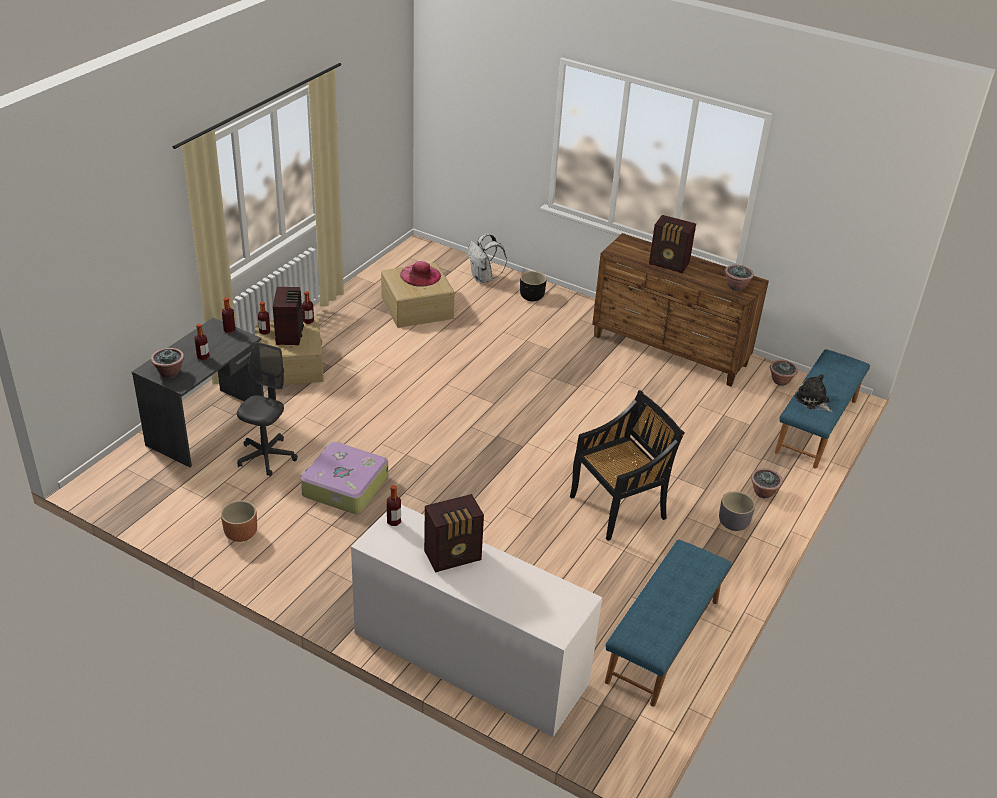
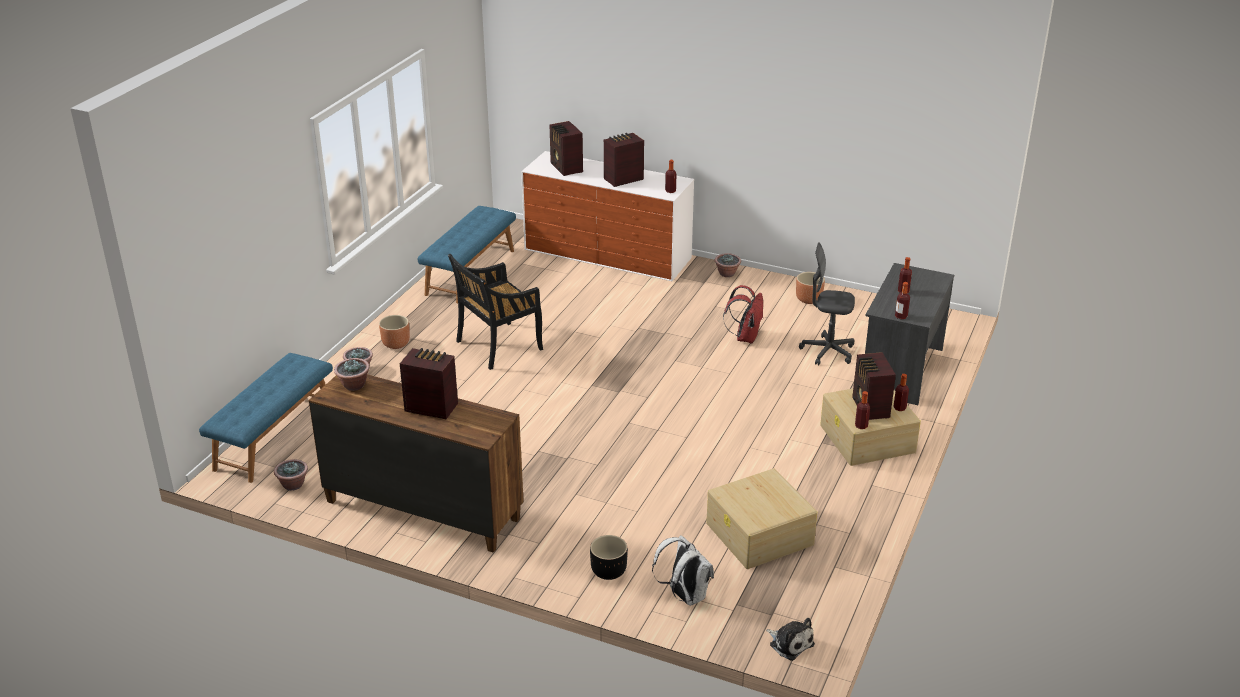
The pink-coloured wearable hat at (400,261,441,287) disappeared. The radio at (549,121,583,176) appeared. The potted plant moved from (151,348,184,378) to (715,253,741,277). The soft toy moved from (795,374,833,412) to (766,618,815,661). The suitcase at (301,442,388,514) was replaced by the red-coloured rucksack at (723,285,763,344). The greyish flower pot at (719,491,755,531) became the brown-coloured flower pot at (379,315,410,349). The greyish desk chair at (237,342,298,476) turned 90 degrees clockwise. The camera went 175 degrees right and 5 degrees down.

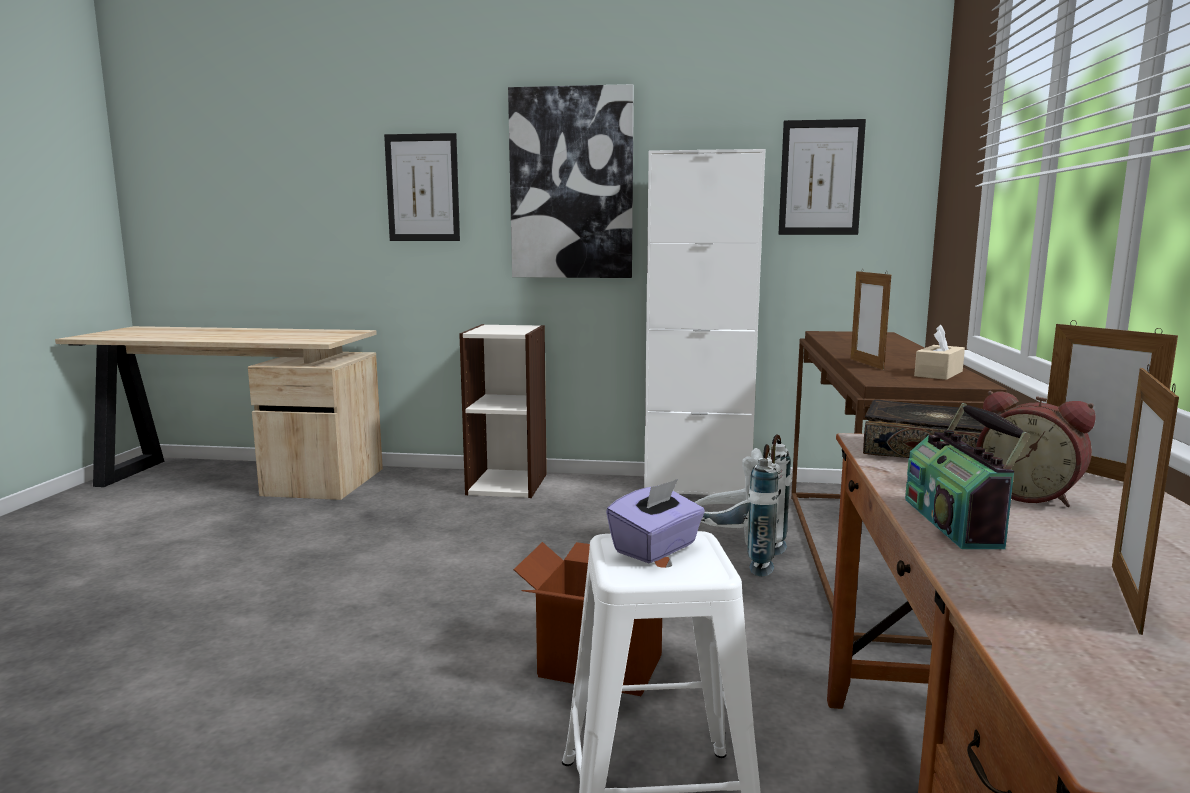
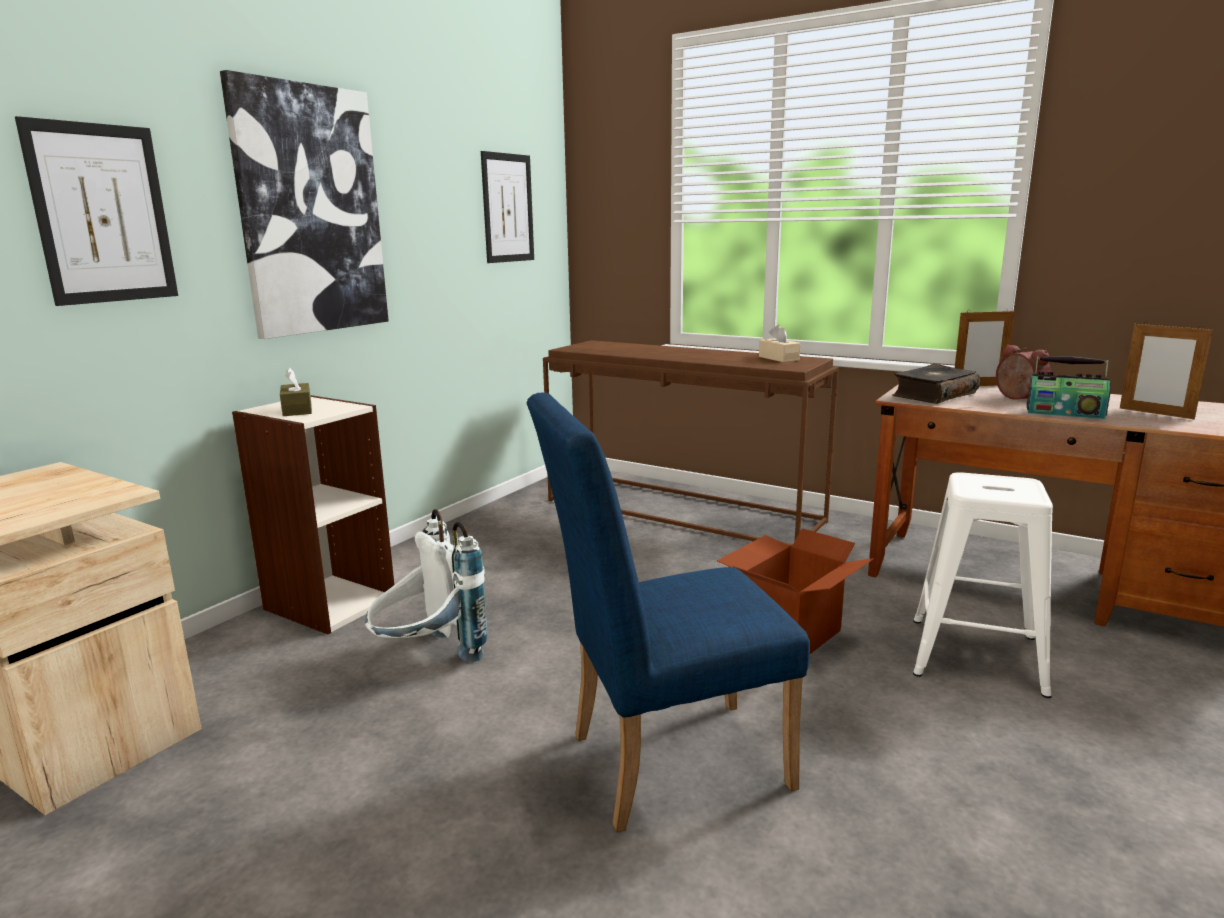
The purplish tissue holder at (606,479,705,563) disappeared. The white-coloured storage cabinet at (644,149,765,495) disappeared. The photo frame at (851,269,891,370) disappeared. The brown-coloured tissue holder at (280,367,312,416) appeared. The blue-coloured upright chair at (527,393,810,833) appeared. The white-coloured rucksack moved from (694,434,791,577) to (365,509,488,662). The alarm clock at (976,391,1096,507) turned 90 degrees counterclockwise. The camera went 65 degrees left and 5 degrees up.

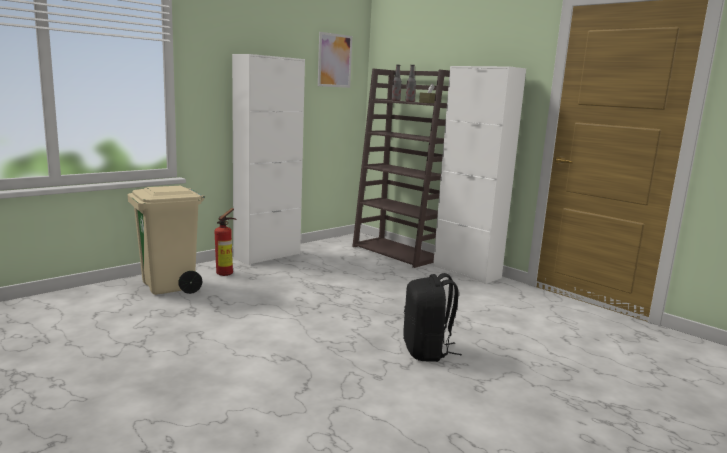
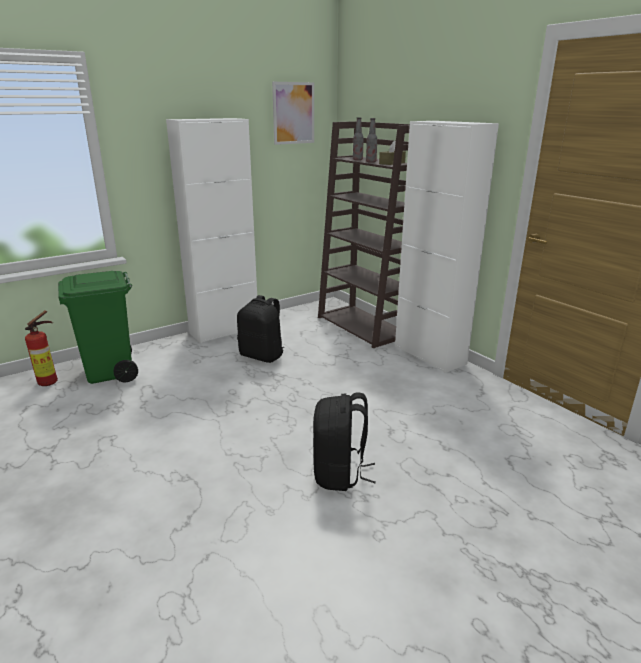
The blackish rucksack at (237,295,284,363) appeared. The fire-fighting cylinder moved from (214,208,237,276) to (25,310,58,386). The sand-coloured waste bin at (127,186,205,295) became the greenish waste bin at (58,271,138,384). The camera went 10 degrees right and 10 degrees up.

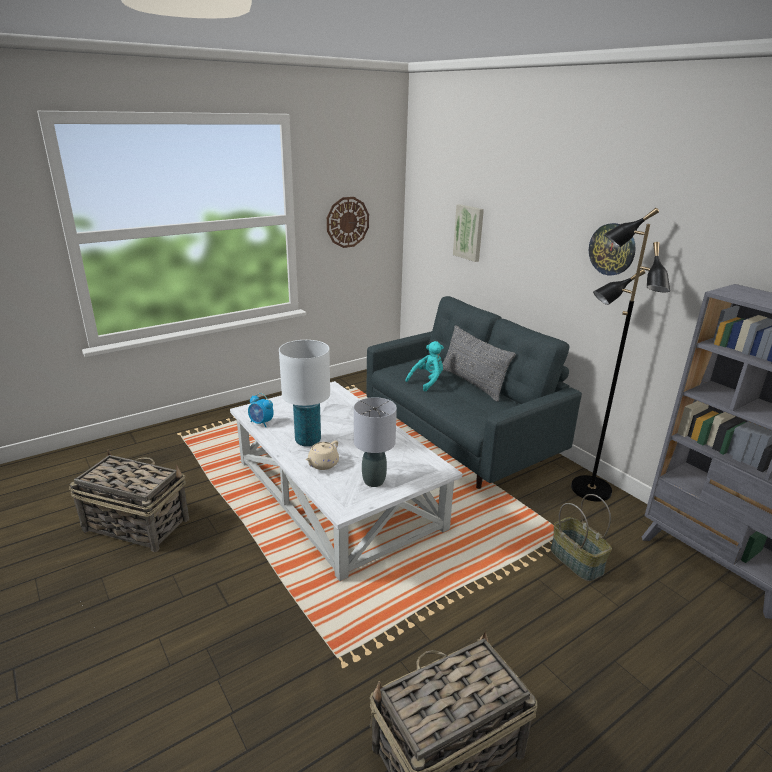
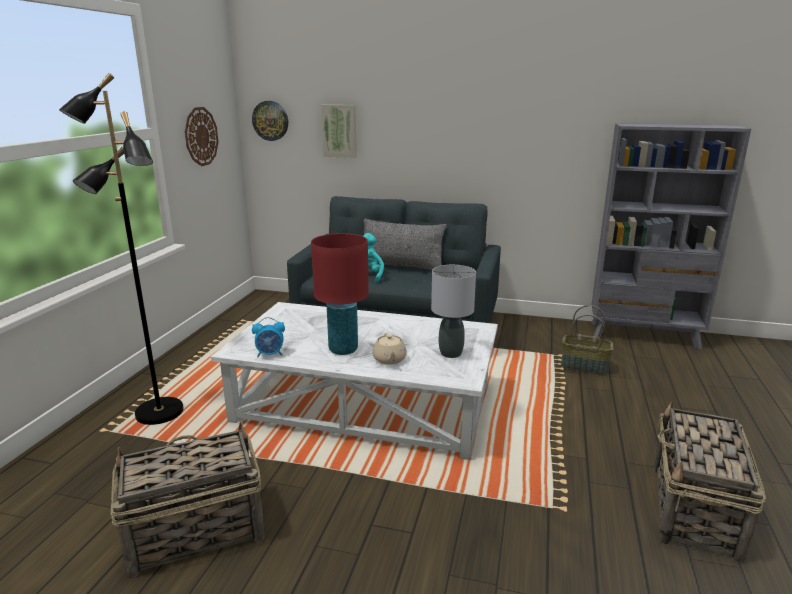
The blackish floor lamp moved from (571,208,670,502) to (59,73,183,425). The clock on the wall moved from (589,223,636,275) to (252,101,288,141). The white-coloured lamp for a table at (279,340,330,447) became the red-coloured lamp for a table at (311,233,369,355). The camera went 40 degrees left and 5 degrees down.

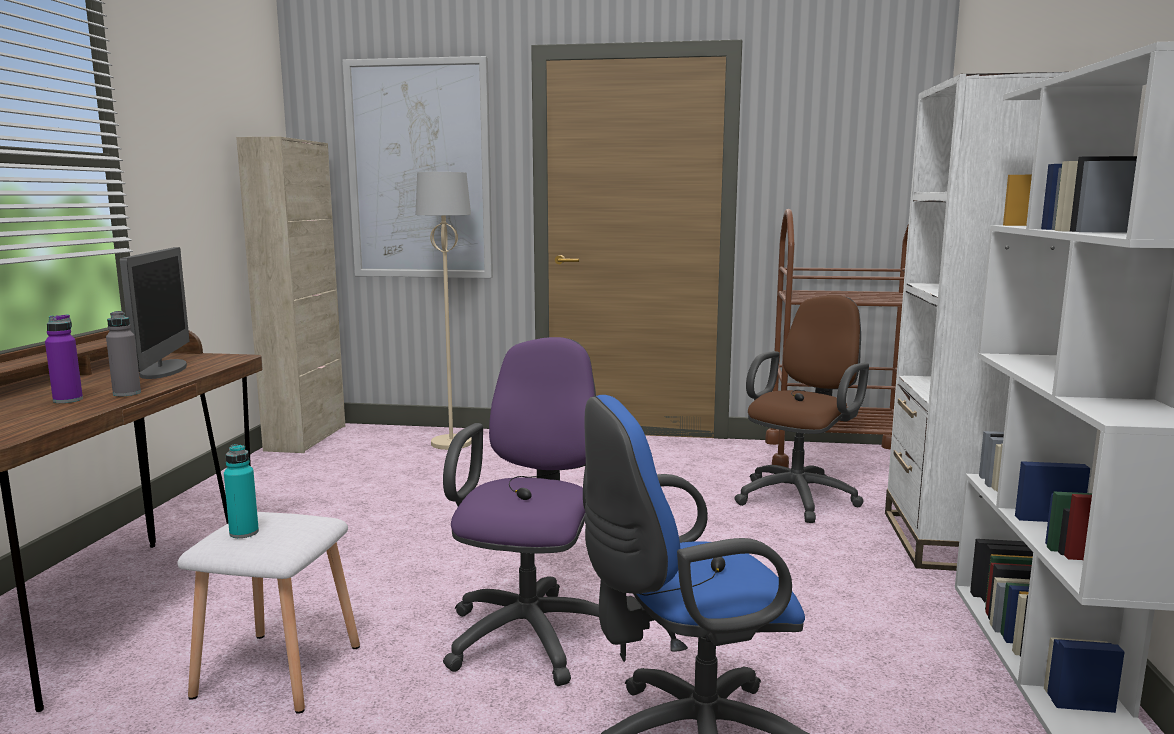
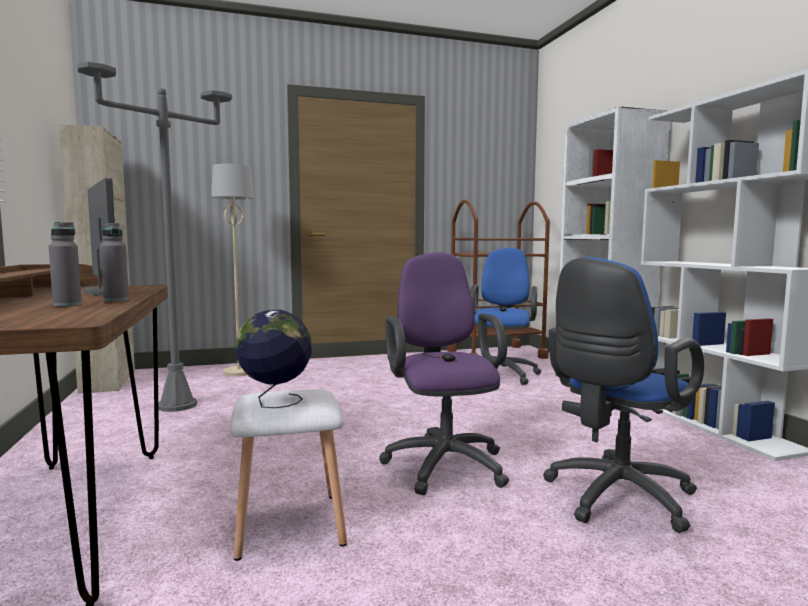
The wall picture at (342,56,493,278) disappeared. The greyish floor lamp at (78,62,232,412) appeared. The turquoise drink bottle at (224,444,259,538) was replaced by the globe at (235,310,312,408). The purplish drink bottle at (45,314,83,403) became the greyish drink bottle at (48,222,82,306). The brown-coloured desk chair at (734,295,869,523) became the blue-coloured desk chair at (470,248,541,385). The camera went 25 degrees left and 5 degrees down.

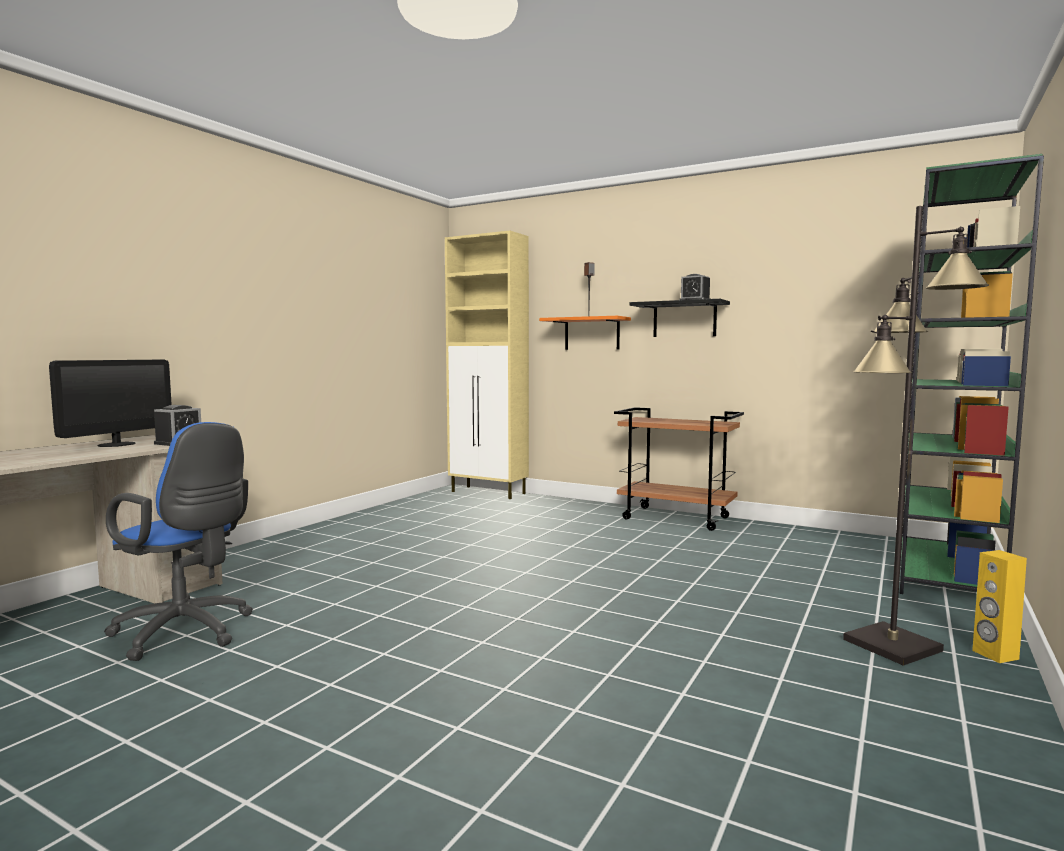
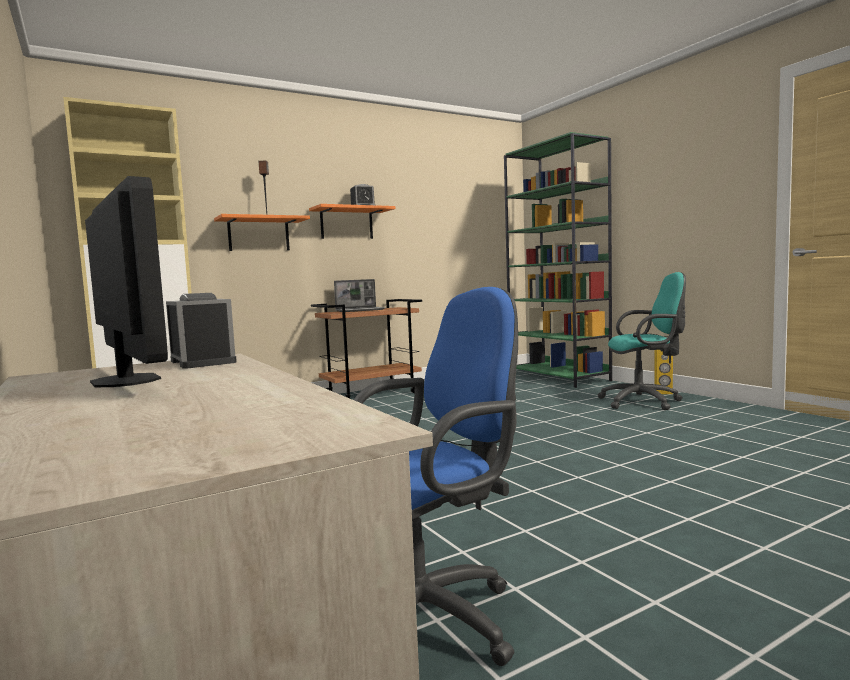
The laptop at (334,279,385,312) appeared. The blackish floor lamp at (843,206,989,666) was replaced by the turquoise desk chair at (597,272,686,410). The blackish wall shelf at (630,299,730,337) became the orangey wall shelf at (309,204,395,239). The camera went 60 degrees left and 0 degrees up.

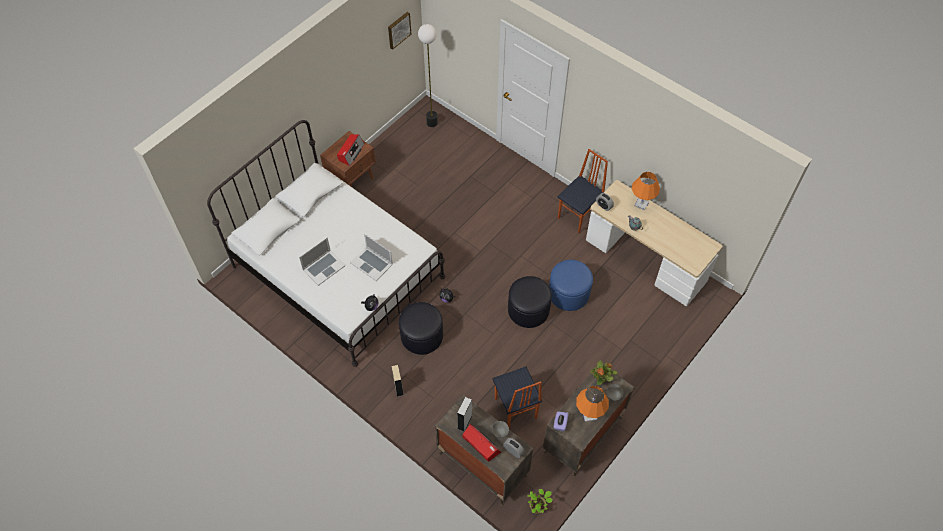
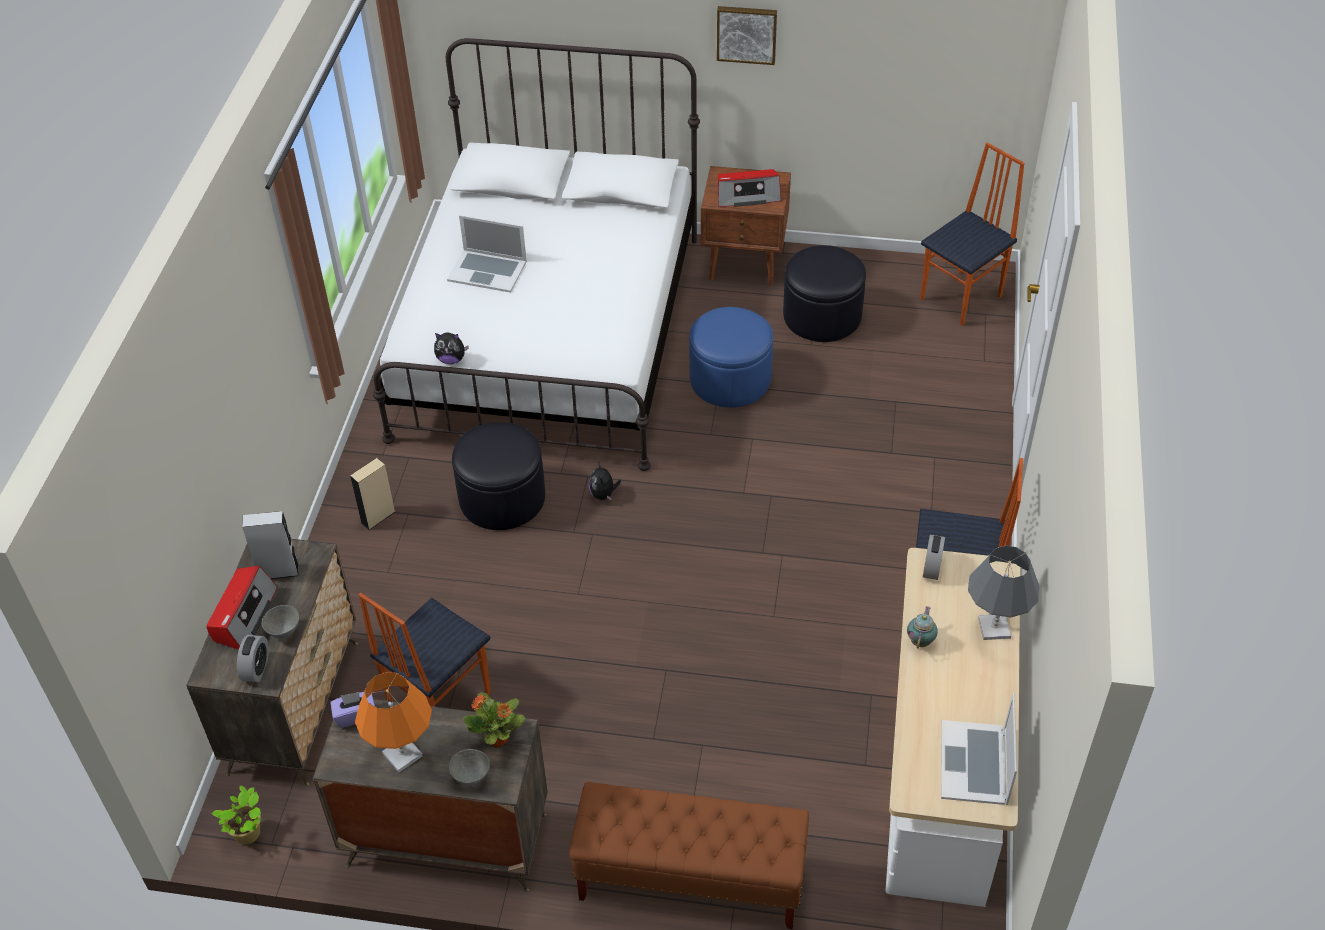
The brown-coloured indoor bench at (569,782,809,930) appeared. The laptop moved from (350,234,393,281) to (941,693,1017,805). The wall picture moved from (388,12,411,49) to (717,6,777,65). The blackish pouffe moved from (508,276,552,328) to (783,245,866,342). The blue-coloured pouffe moved from (549,260,593,311) to (689,307,773,407). The floor lamp at (418,24,438,127) was replaced by the upright chair at (920,142,1025,325). The orangey lamp for a table at (632,172,660,210) became the greyish lamp for a table at (968,545,1039,640). The camera went 60 degrees right and 10 degrees down.

